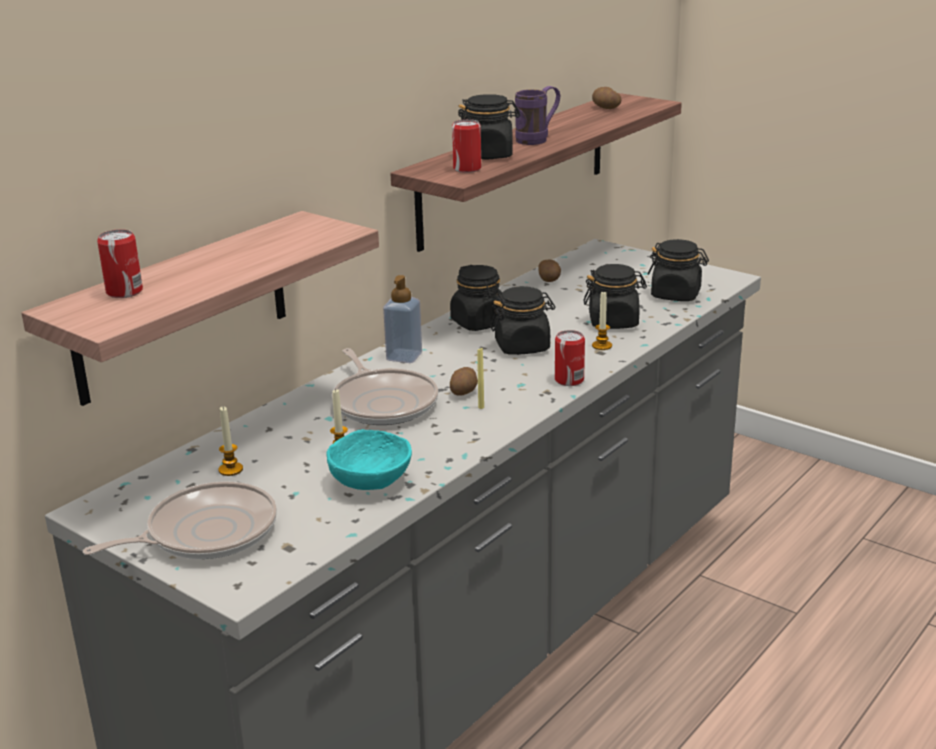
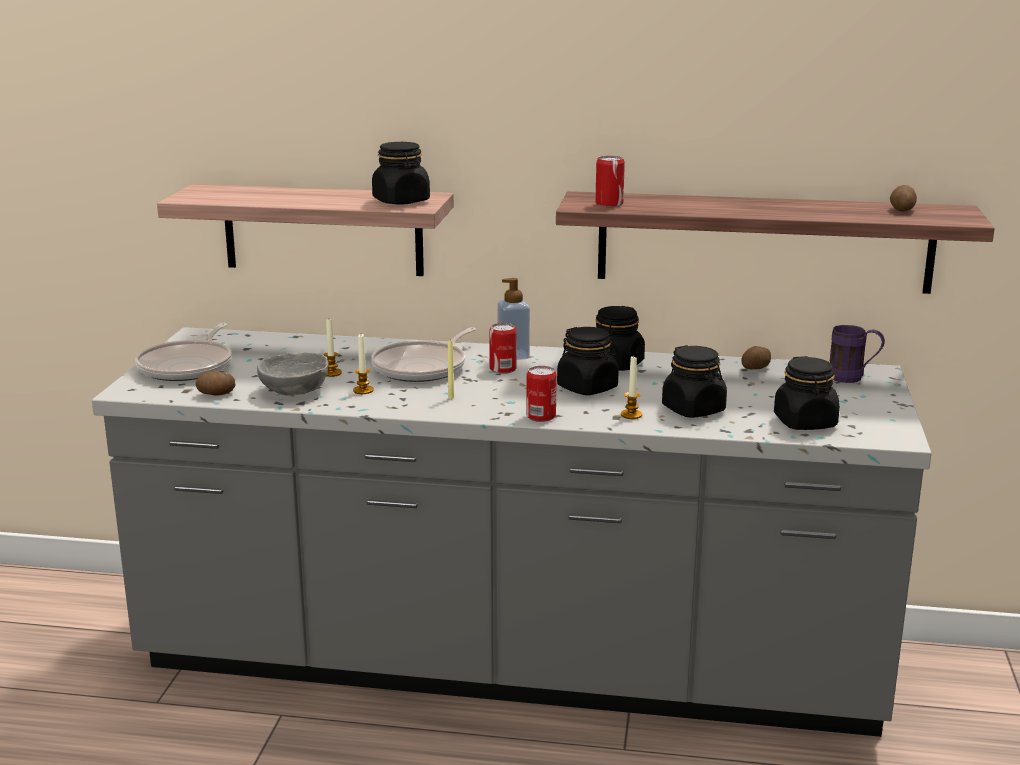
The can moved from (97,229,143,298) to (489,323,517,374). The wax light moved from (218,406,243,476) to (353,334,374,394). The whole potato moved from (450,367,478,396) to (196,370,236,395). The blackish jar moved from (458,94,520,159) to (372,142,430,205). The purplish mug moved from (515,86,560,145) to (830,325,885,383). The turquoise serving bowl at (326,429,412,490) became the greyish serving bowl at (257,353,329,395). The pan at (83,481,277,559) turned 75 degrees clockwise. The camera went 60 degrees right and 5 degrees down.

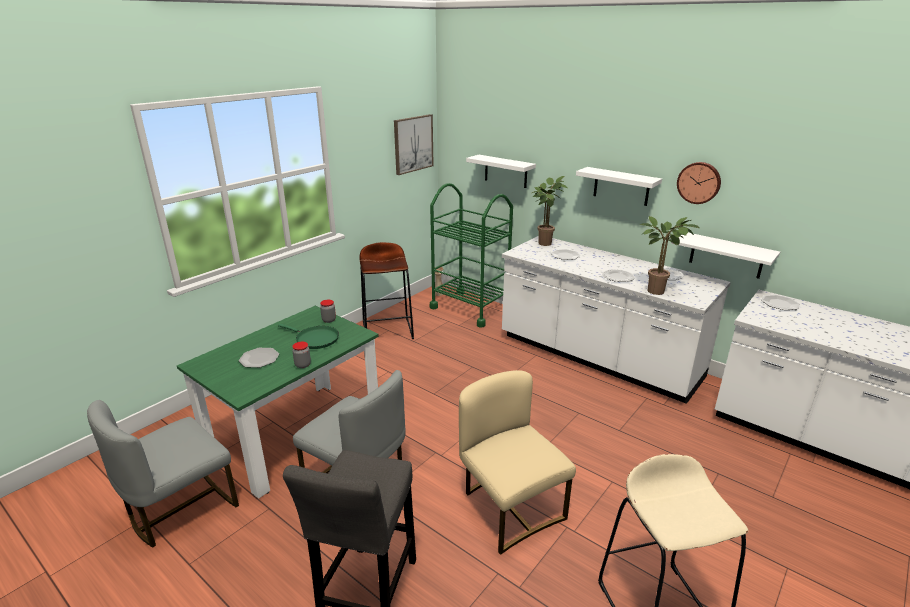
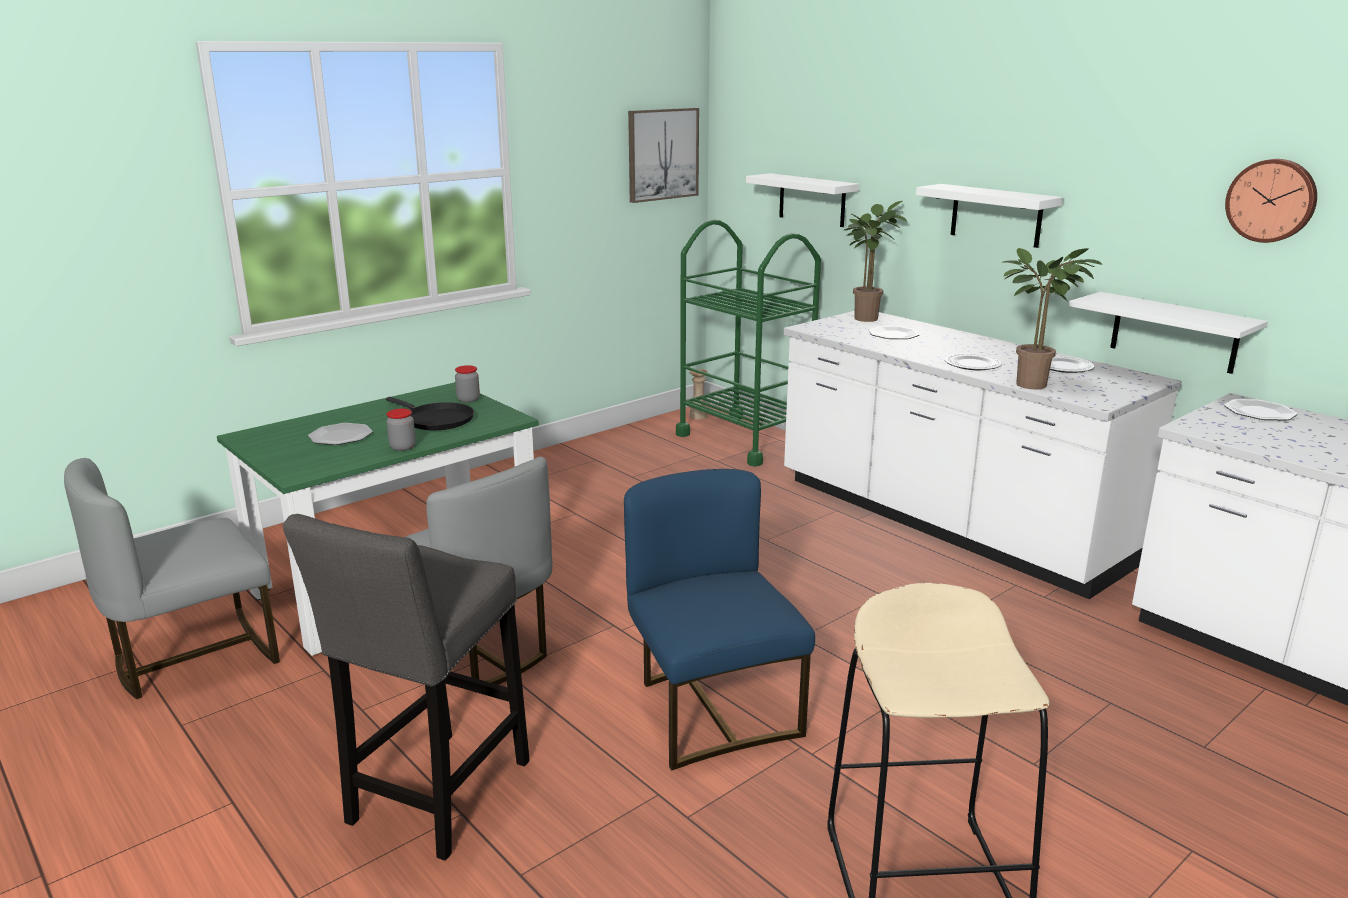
The brown-coloured sitting stool at (360,242,414,339) disappeared. The clock on the wall moved from (677,162,721,204) to (1225,159,1317,243). The greenish pan at (278,324,339,349) became the blackish pan at (386,397,474,430). The sand-coloured upright chair at (459,370,576,555) became the blue-coloured upright chair at (624,469,815,770). The camera went 10 degrees right and 5 degrees down.

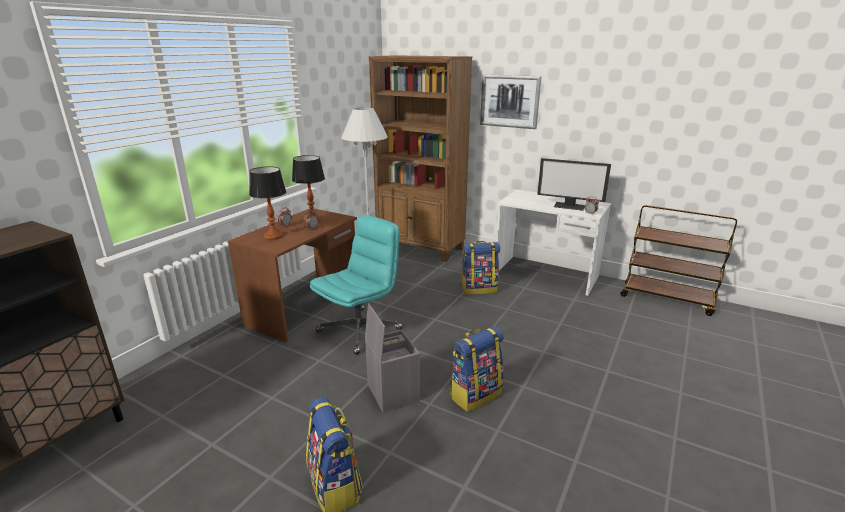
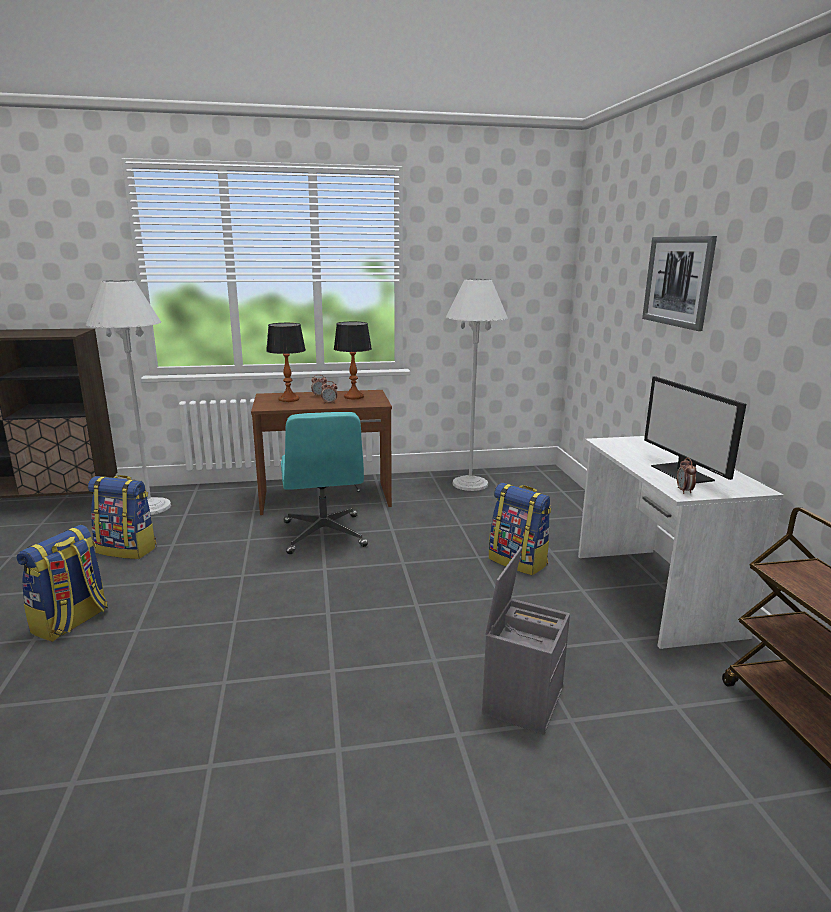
The brown-coloured shelving unit at (369,55,472,262) disappeared. The white-coloured floor lamp at (86,280,171,515) appeared. The greyish storage container moved from (365,303,420,412) to (482,547,570,735). The rucksack moved from (450,326,504,412) to (88,475,157,559). The turquoise desk chair at (310,216,402,355) turned 75 degrees clockwise. The camera went 50 degrees right and 5 degrees down.

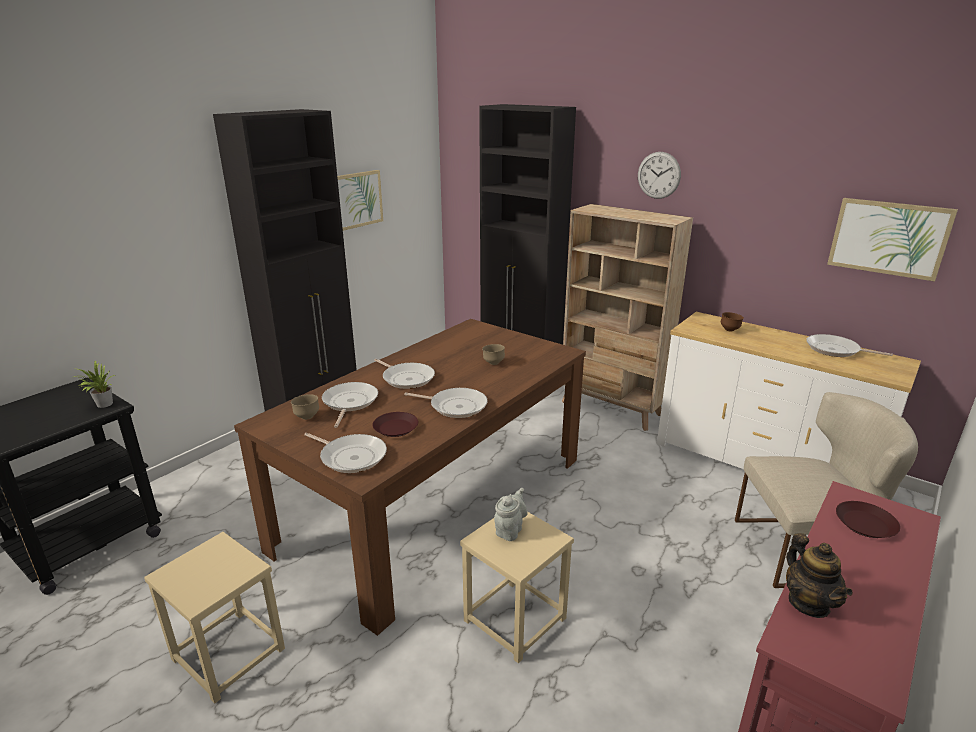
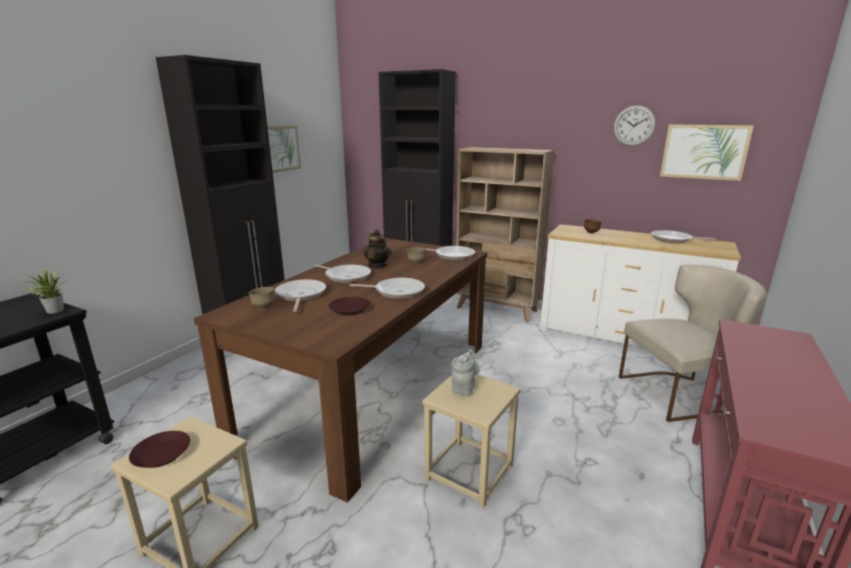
The pan moved from (304,433,387,473) to (425,246,475,261). The clock on the wall moved from (638,152,681,199) to (614,105,656,146). The tea pot moved from (786,533,853,618) to (364,230,391,268). The brown-coloured plate moved from (836,501,900,538) to (129,431,190,468). The camera went 10 degrees left and 5 degrees down.

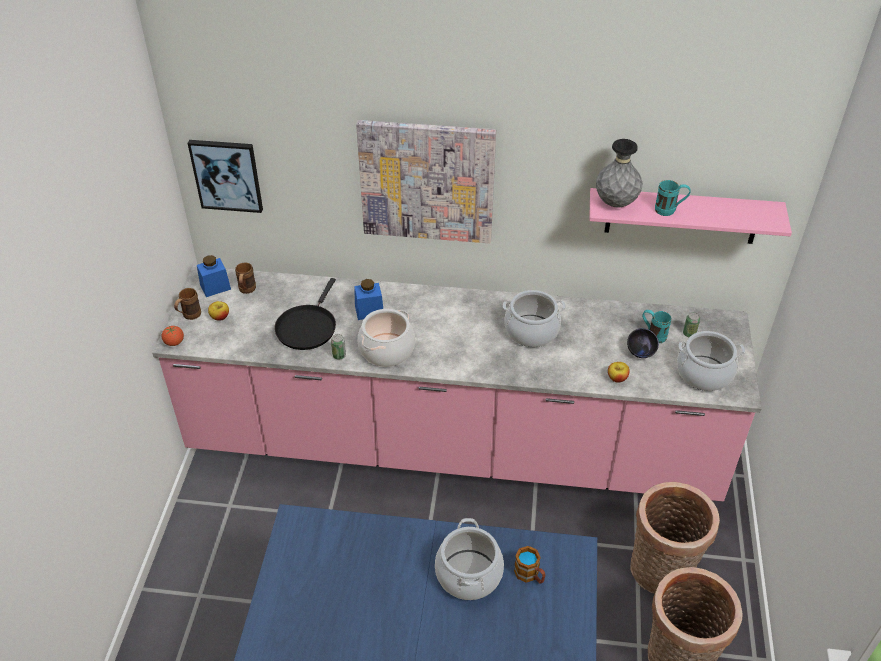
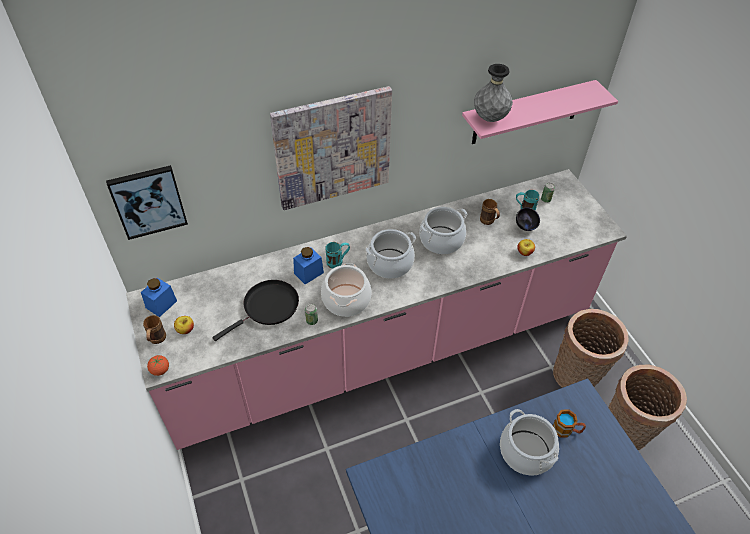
The brown-coloured mug moved from (235,262,256,294) to (480,199,500,225). The turquoise mug moved from (655,180,691,216) to (325,242,350,269). The stockpot moved from (677,331,745,391) to (366,229,416,279). The blackish pan at (275,278,336,350) turned 120 degrees counterclockwise. The camera went 30 degrees left and 5 degrees up.

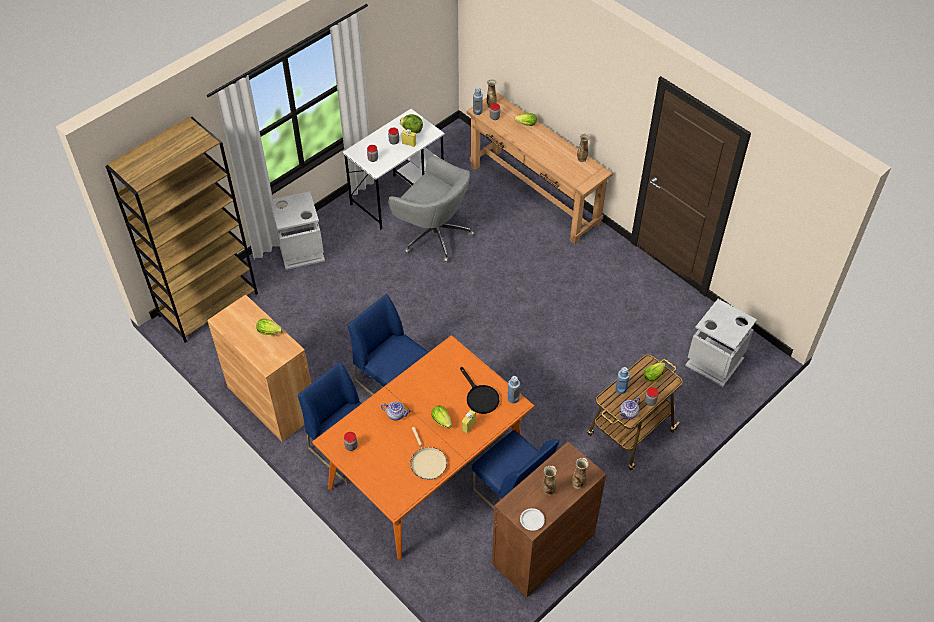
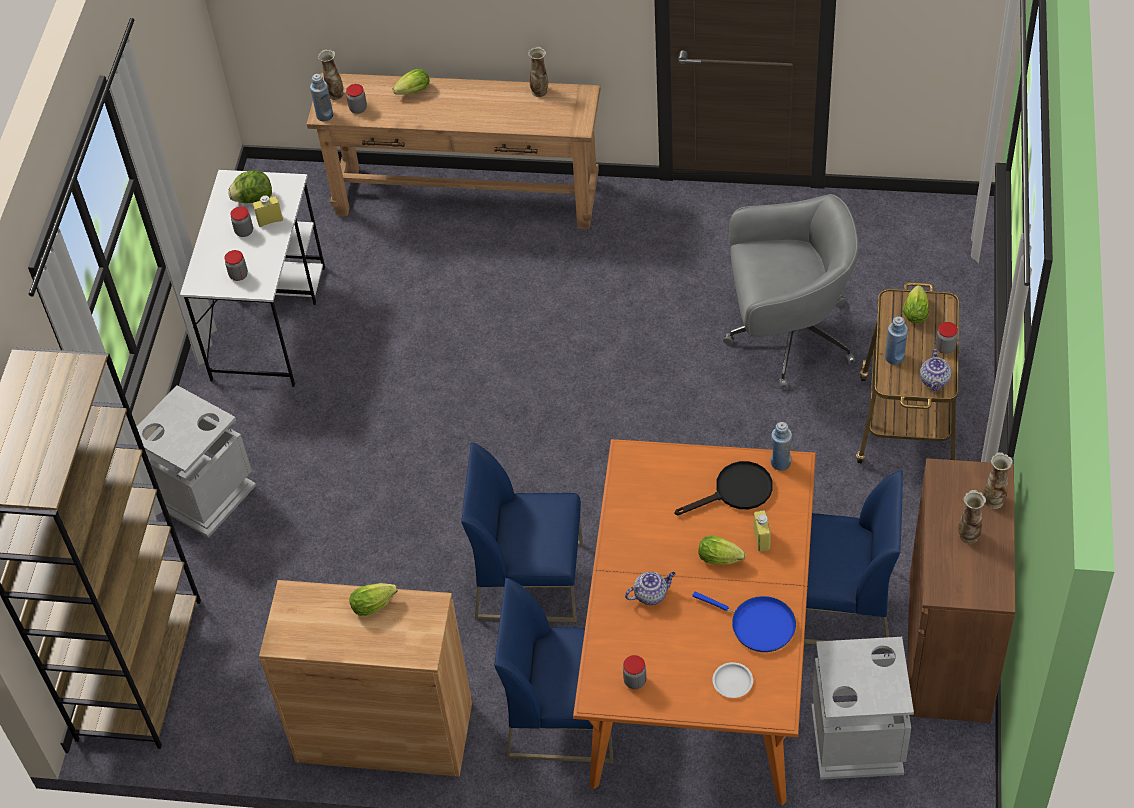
The greyish desk chair moved from (388,156,474,263) to (723,194,859,389). The white-coloured plate moved from (520,508,545,531) to (712,662,753,698). The greyish waste bin moved from (685,299,757,387) to (811,637,914,780). The sand-coloured pan at (410,427,447,480) became the blue-coloured pan at (692,592,796,652). The blackish pan at (460,367,499,414) turned 45 degrees counterclockwise. The camera went 35 degrees left and 0 degrees up.

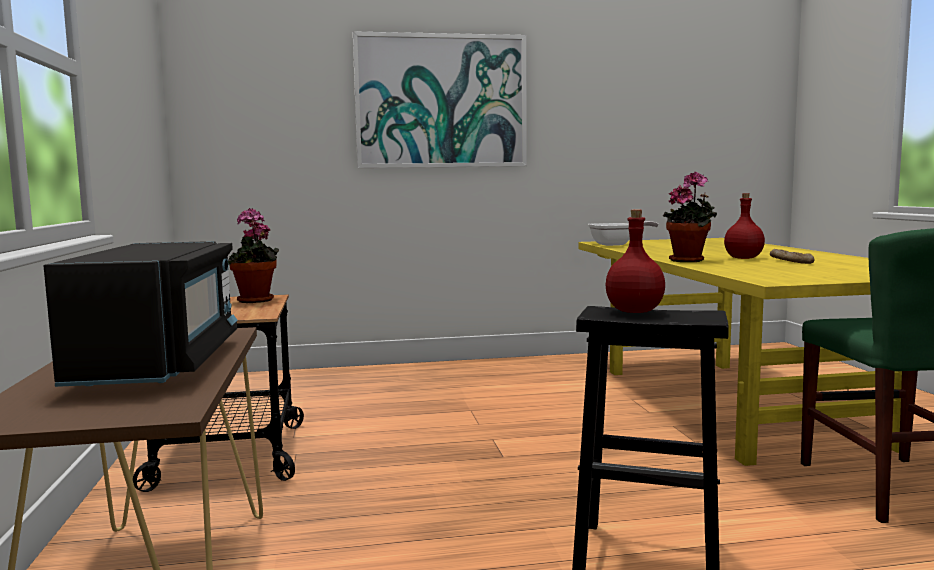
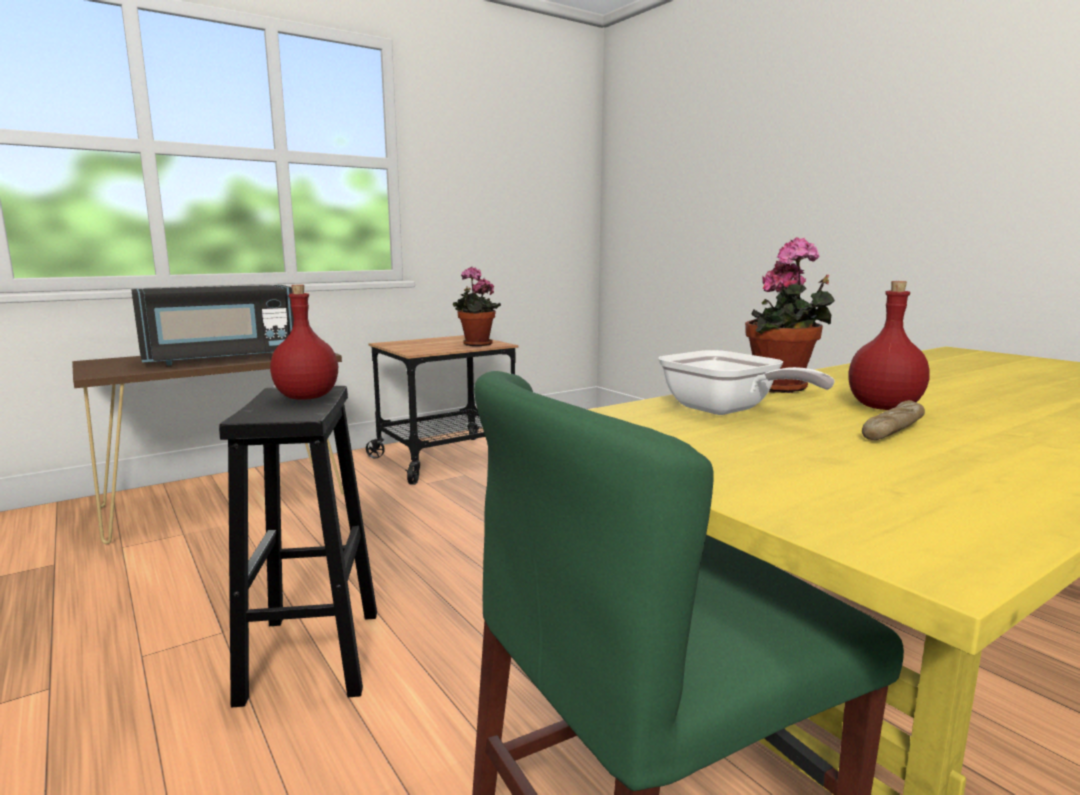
The wall picture at (353,31,527,168) disappeared. The pan moved from (588,221,659,246) to (658,350,835,415). The camera went 65 degrees right and 5 degrees up.

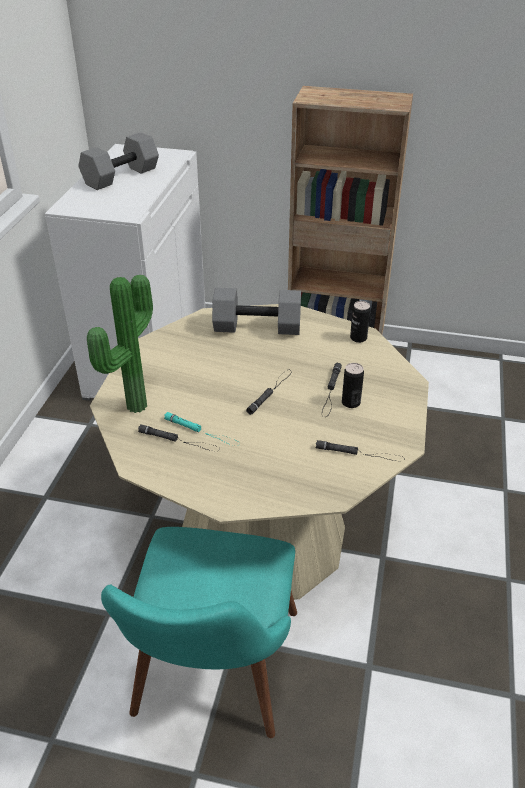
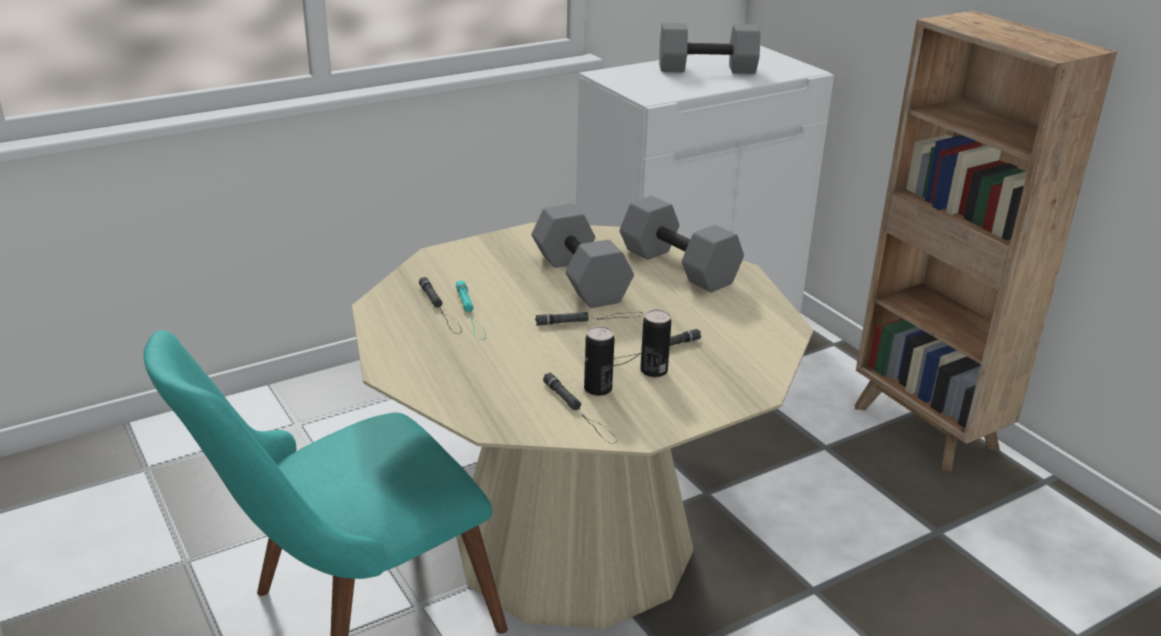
The potted plant at (87,275,153,413) disappeared. The greyish hand weight at (531,204,634,308) appeared. The can moved from (350,301,370,343) to (584,326,615,396). The camera went 45 degrees right and 10 degrees down.

